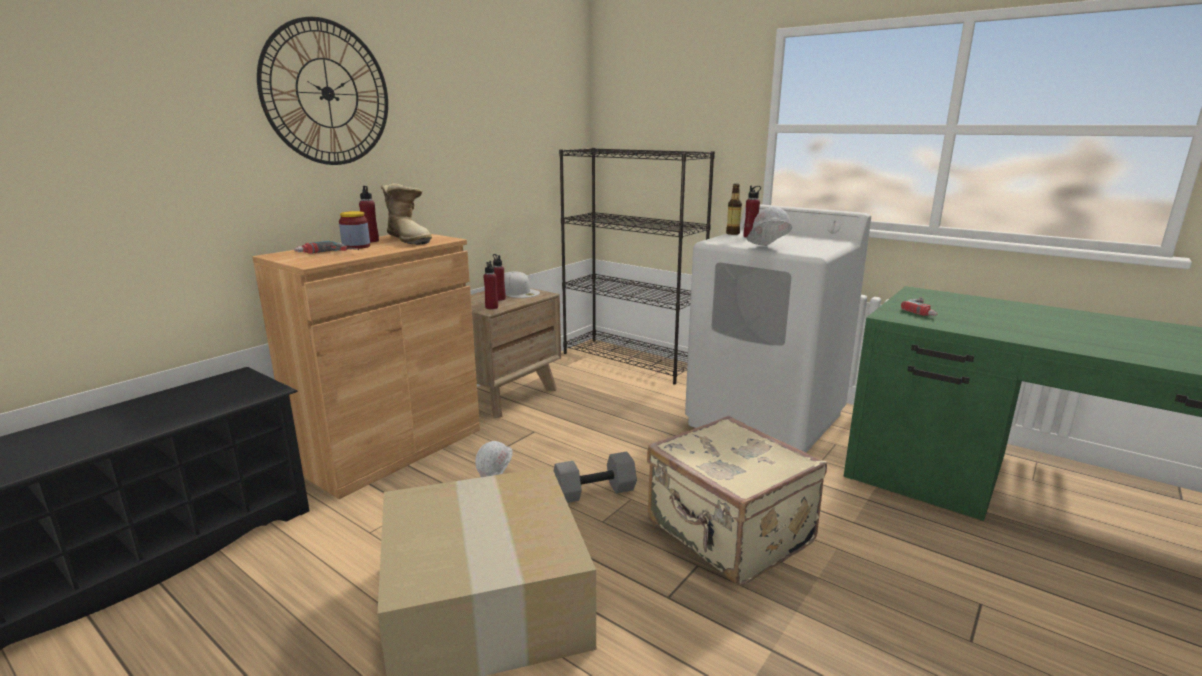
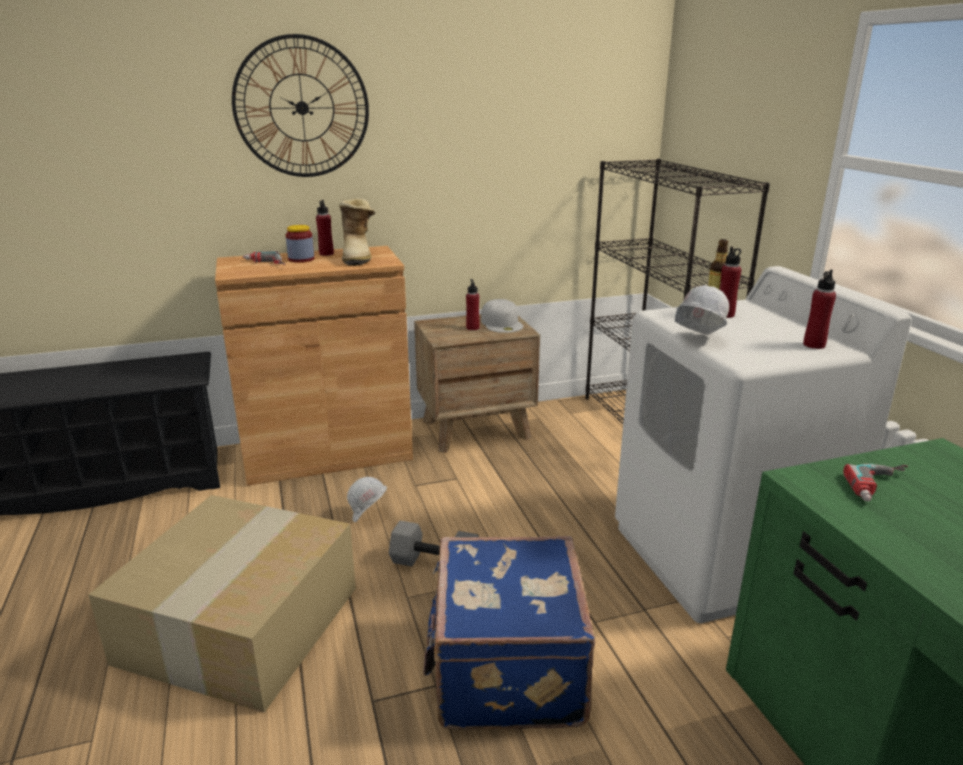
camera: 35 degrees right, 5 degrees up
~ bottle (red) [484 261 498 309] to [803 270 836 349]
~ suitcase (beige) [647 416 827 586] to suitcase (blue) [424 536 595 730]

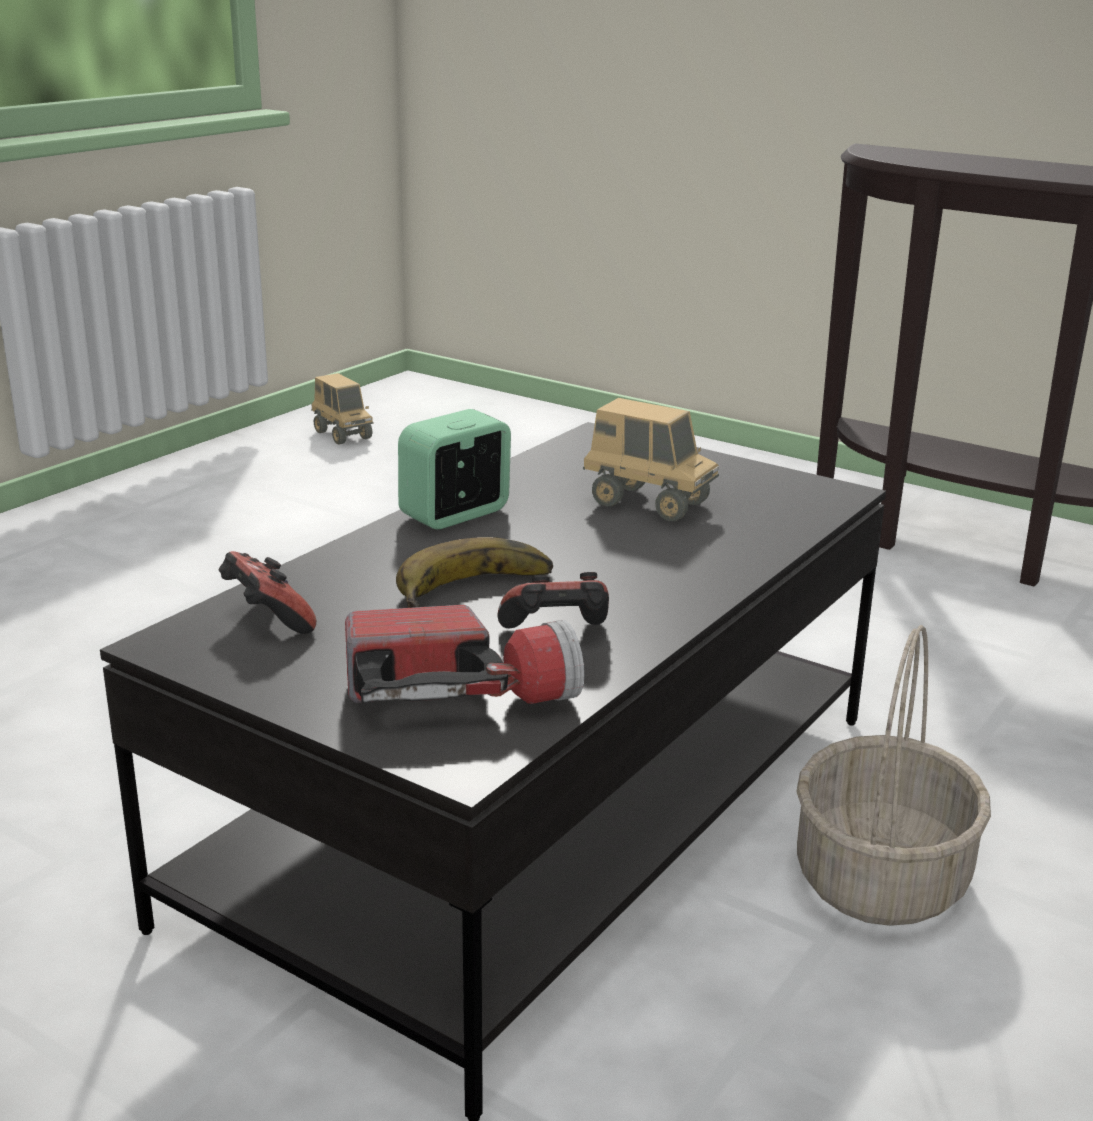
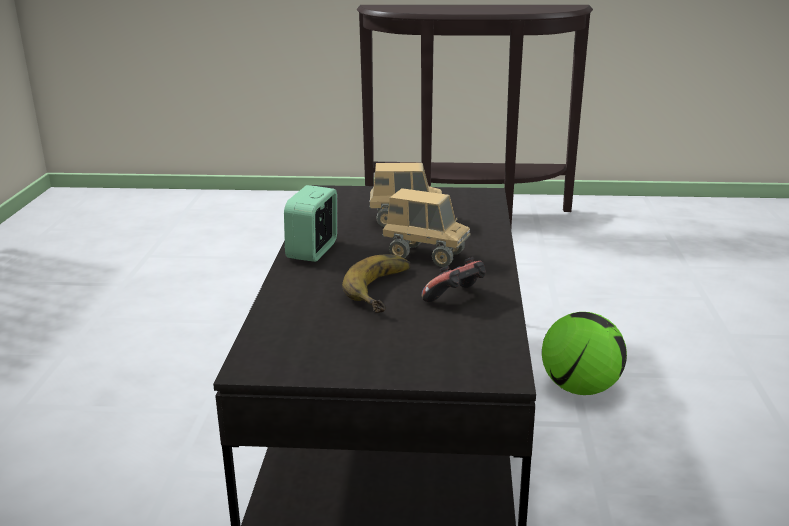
camera: 30 degrees left, 0 degrees up
~ toy truck [311 373 373 444] to [382 188 470 267]
- game controller [219 551 316 634]
- flashlight [345 605 584 704]
~ basket [796 625 991 926] to football [542 312 627 395]

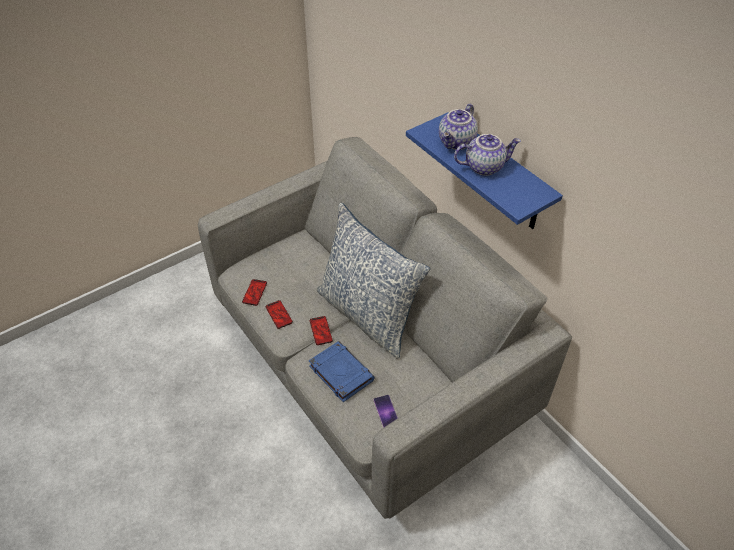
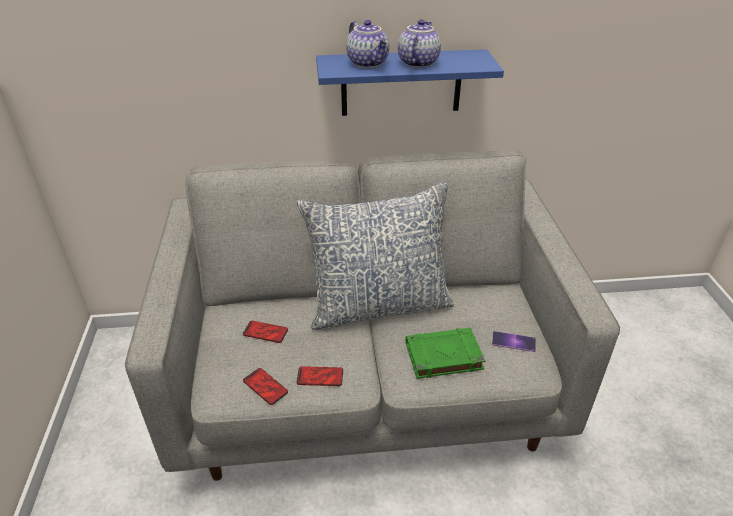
camera: 60 degrees left, 10 degrees down
~ phone [310 316 333 345] to [243 321 288 343]
~ book (blue) [309 341 375 402] to book (green) [406 328 485 379]

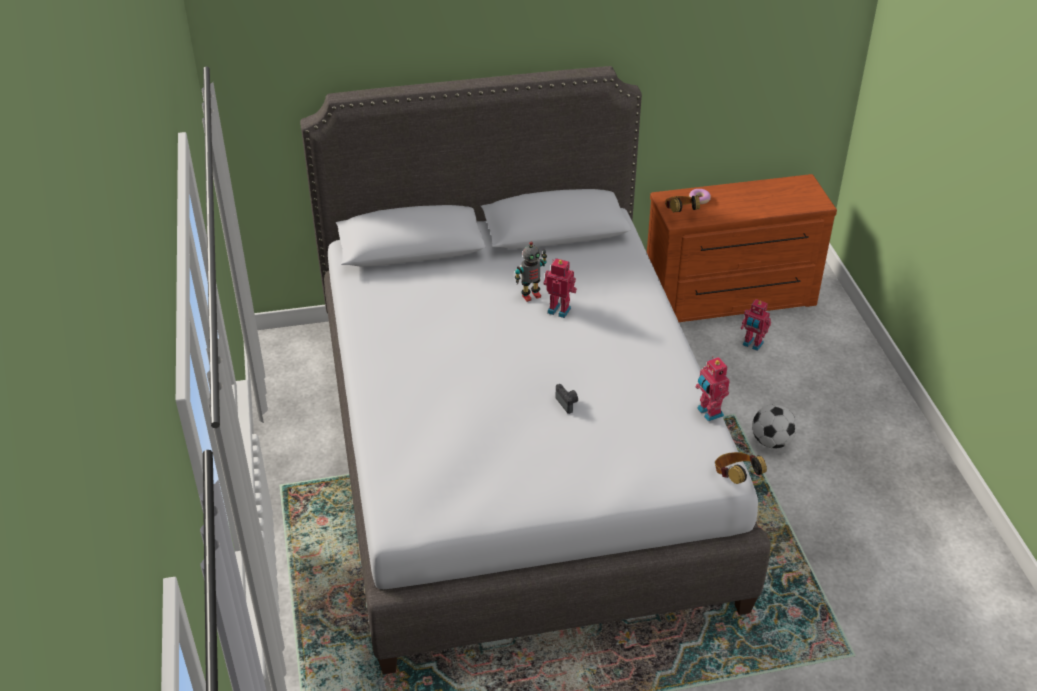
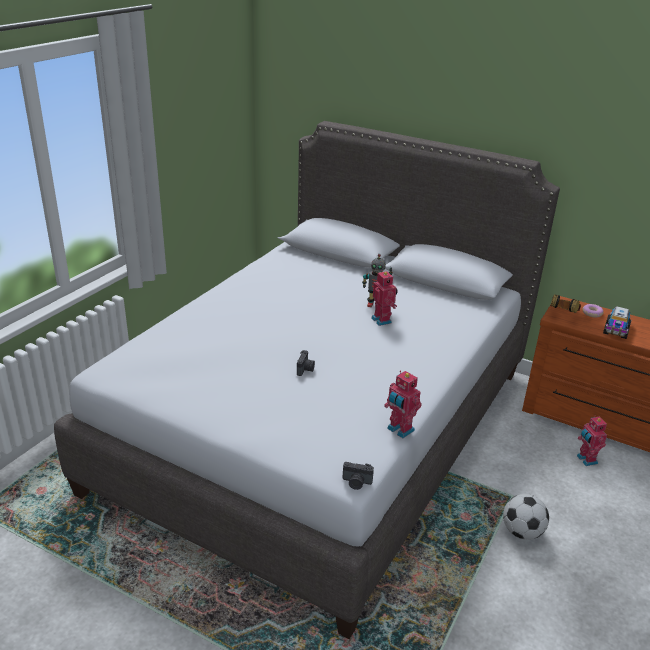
camera: 40 degrees right, 10 degrees down
~ toy robot [695 356 730 421] = [384 370 422 438] 60 degrees counterclockwise
~ headphones [715 452 767 484] to photo camera [342 462 374 490]
+ toy truck [603 306 631 339]

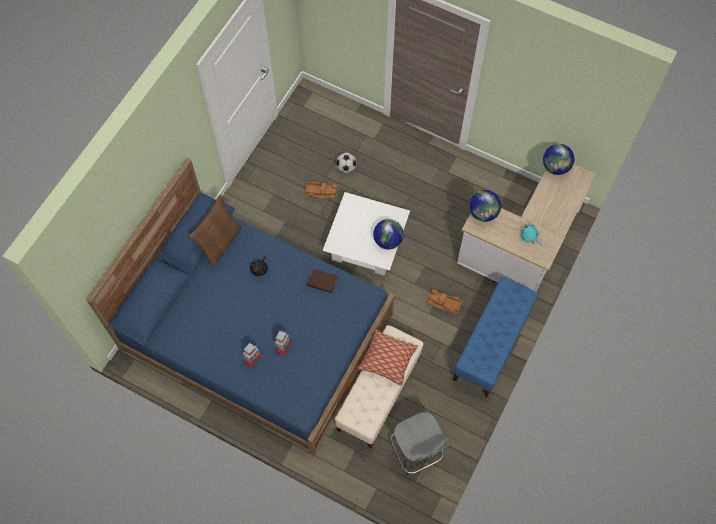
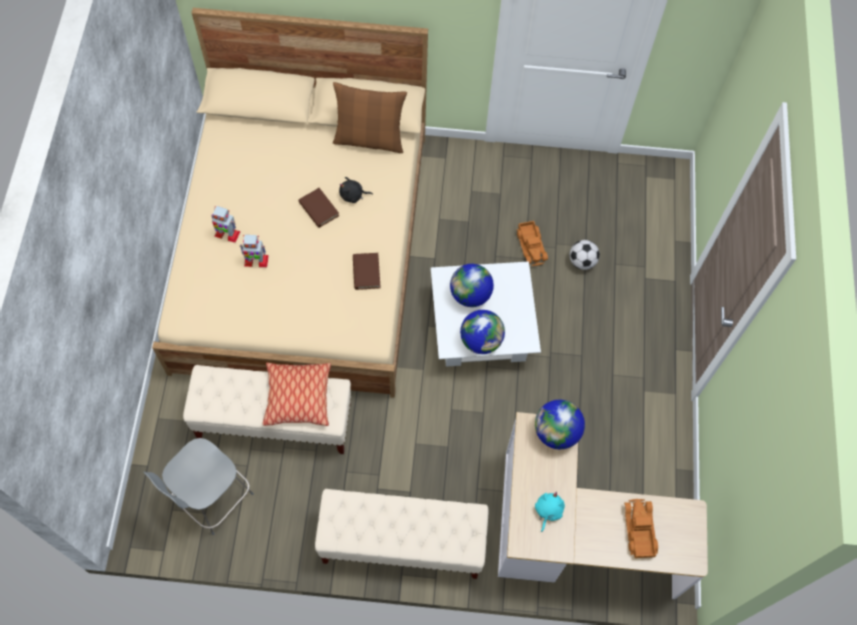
camera: 65 degrees right, 0 degrees up
~ globe [543 144 574 175] to [450 264 494 307]
~ bed (blue) [86 159 395 455] to bed (beige) [152 8 428 398]
~ bench (blue) [453 277 538 397] to bench (beige) [315 489 489 579]
~ toy truck [426 289 463 314] to [624 499 658 558]
+ book (brown) [298 188 339 228]

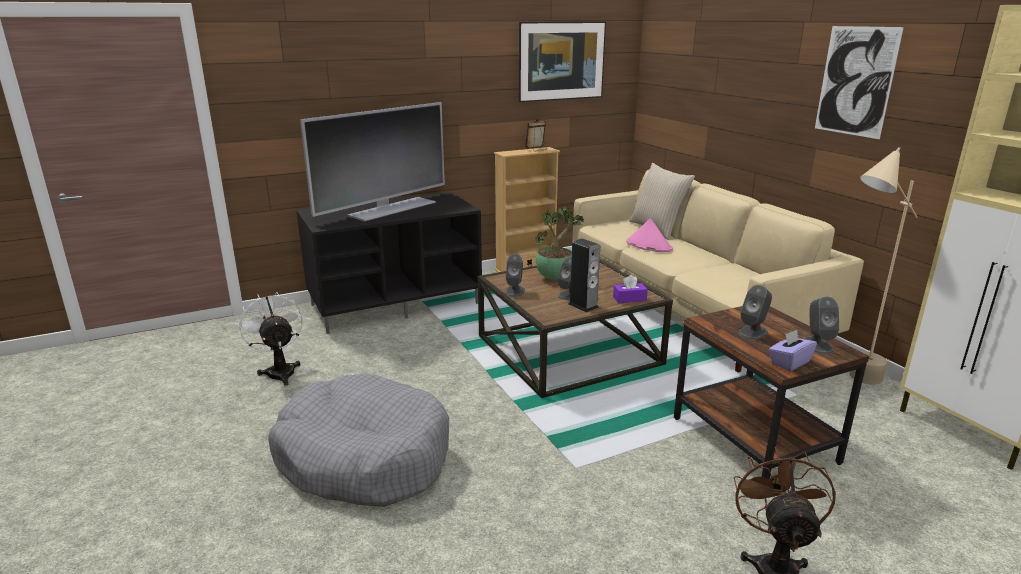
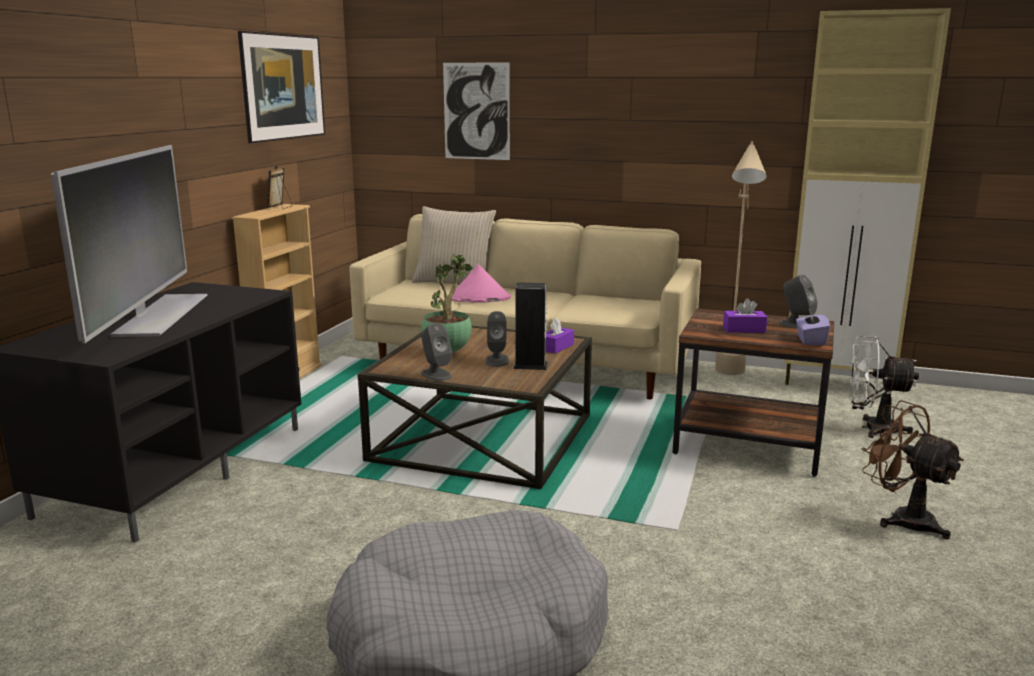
camera: 45 degrees left, 5 degrees down
~ picture [815 26 904 139] to [443 62 510 160]
~ speaker (grey) [738 285 772 340] to tissue box (purple) [723 298 767 333]
~ fan (white) [238 292 303 386] to [849 336 919 438]

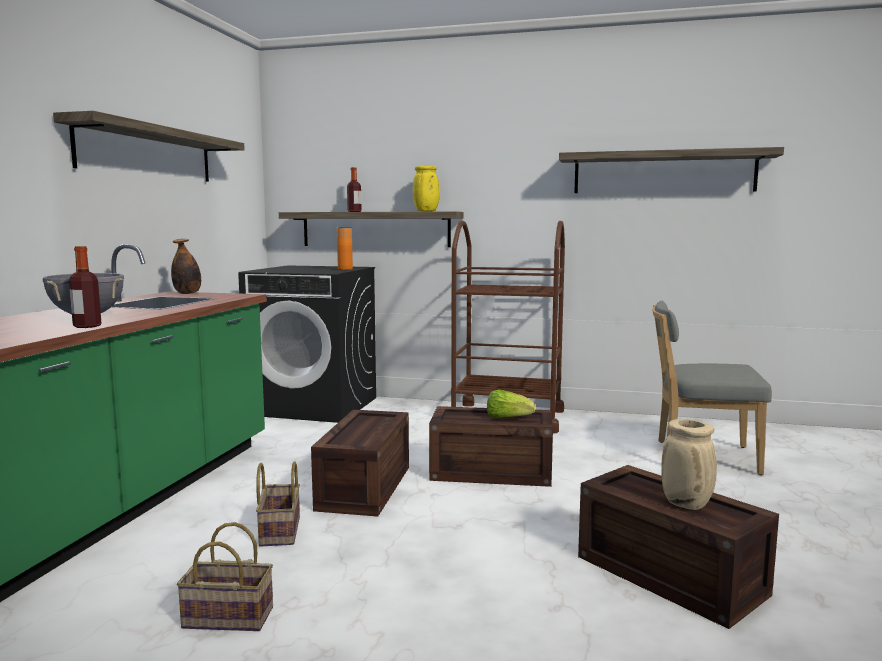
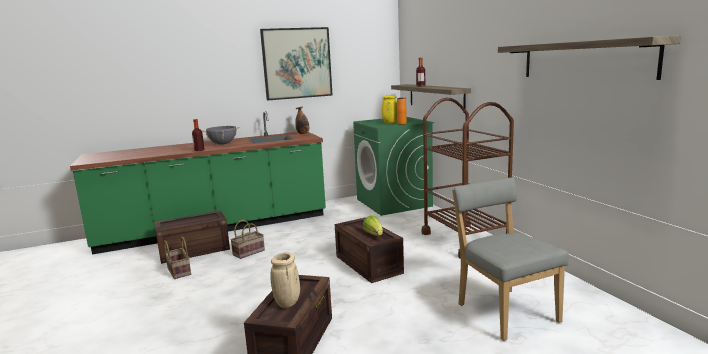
camera: 55 degrees right, 5 degrees up
~ shelf [53 111 245 182] to picture [260 27 333 101]
~ vase (yellow) [413 166 439 212] to [382 96 397 123]
~ washing machine (black) [238 265 376 423] to washing machine (green) [353 117 434 216]
~ crate [311 410 409 517] to [154 210 230 264]

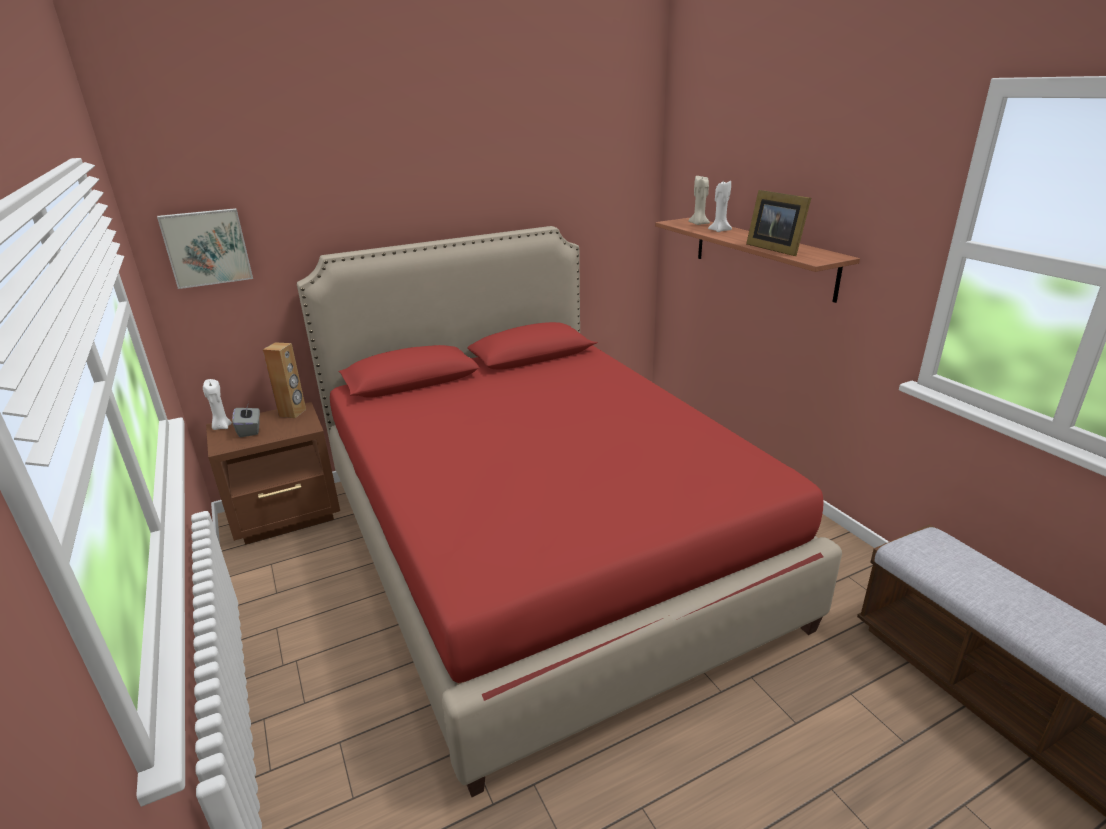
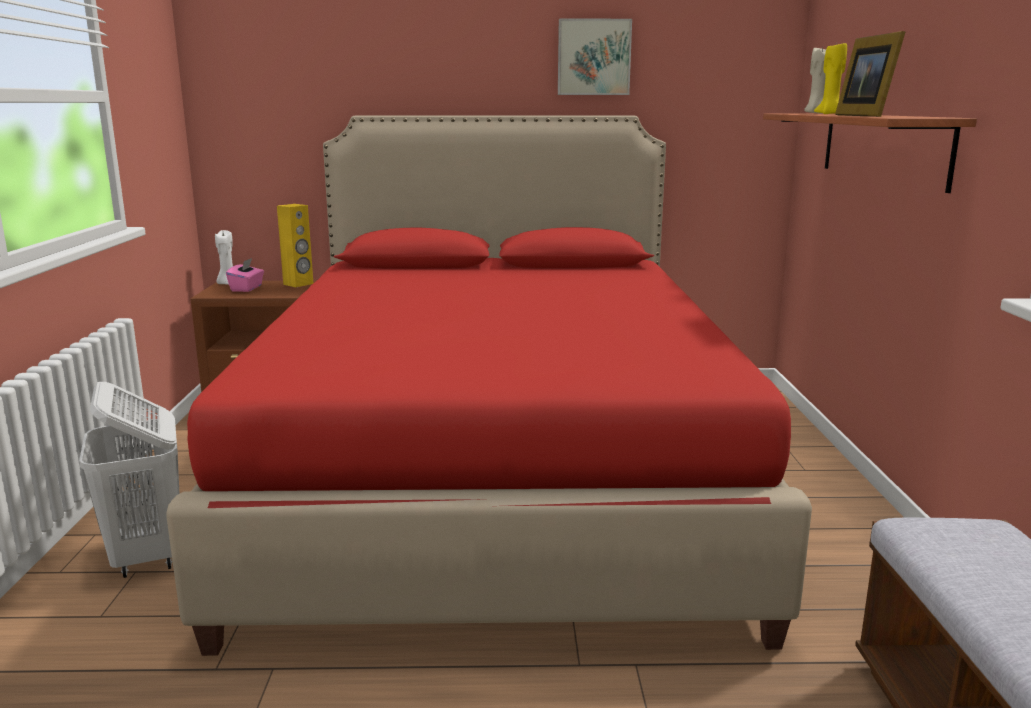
camera: 25 degrees right, 10 degrees down
~ candle (white) [708 181 732 232] to candle (yellow) [814 43 847 114]
~ picture [157 208 253 289] to [558 19 632 95]
~ speaker (brown) [263 342 306 418] to speaker (yellow) [277 204 313 287]
~ tissue box (grey) [232 402 260 438] to tissue box (pink) [226 258 264 292]
+ laundry basket (white) [79 382 180 578]

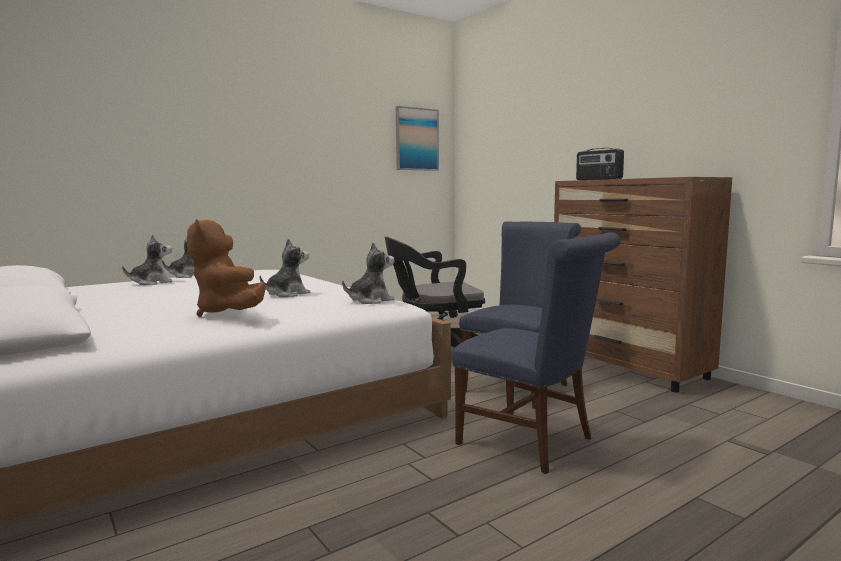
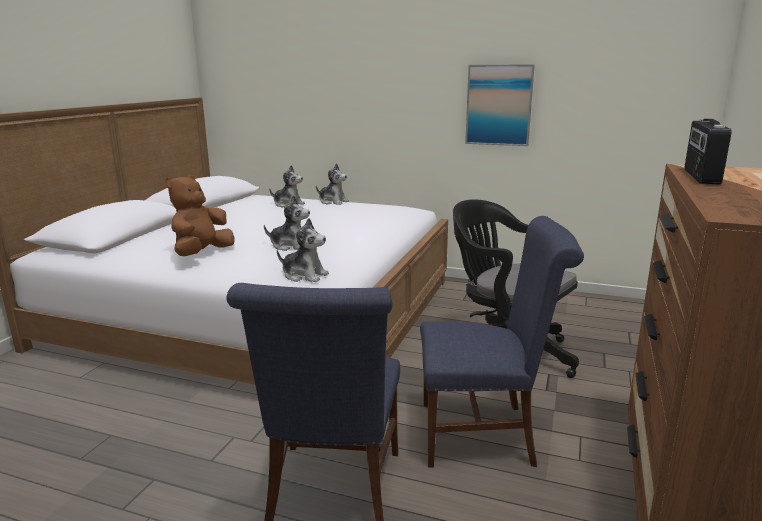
camera: 55 degrees right, 10 degrees up
~ picture [396 106 439 171] to [465 64 535 146]

